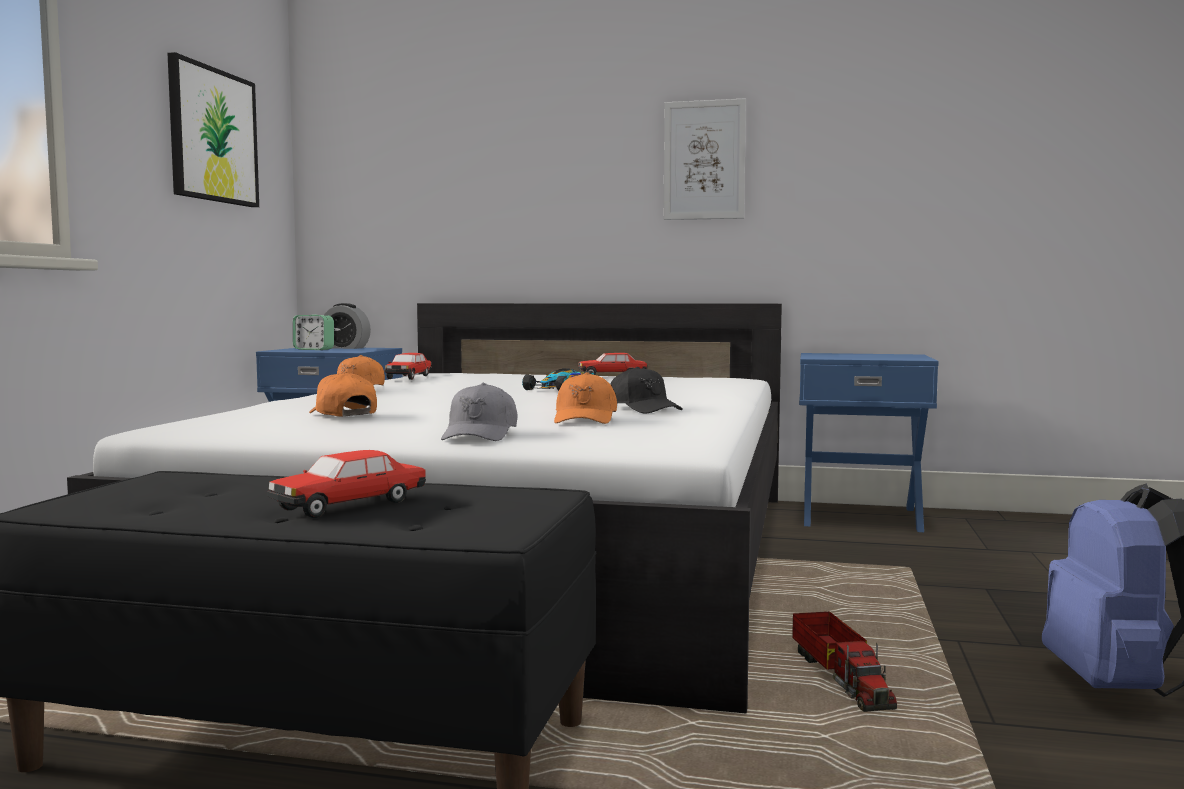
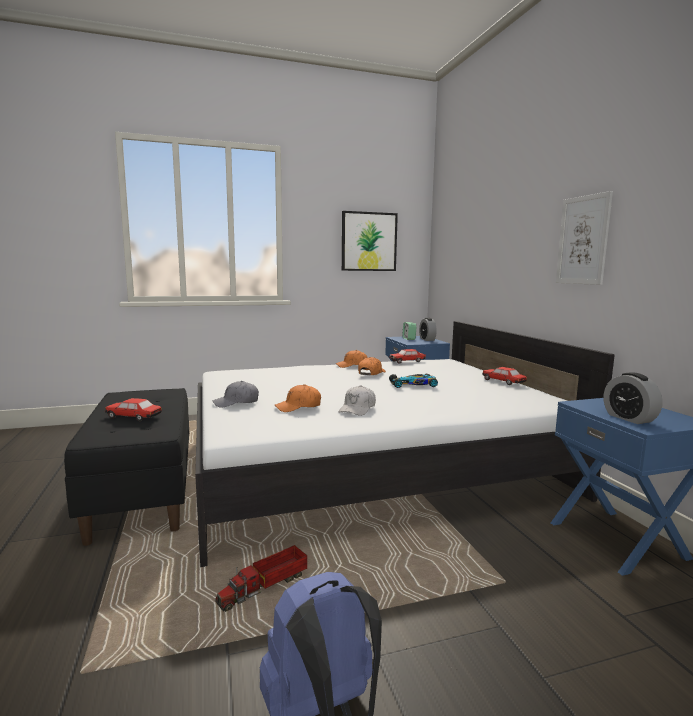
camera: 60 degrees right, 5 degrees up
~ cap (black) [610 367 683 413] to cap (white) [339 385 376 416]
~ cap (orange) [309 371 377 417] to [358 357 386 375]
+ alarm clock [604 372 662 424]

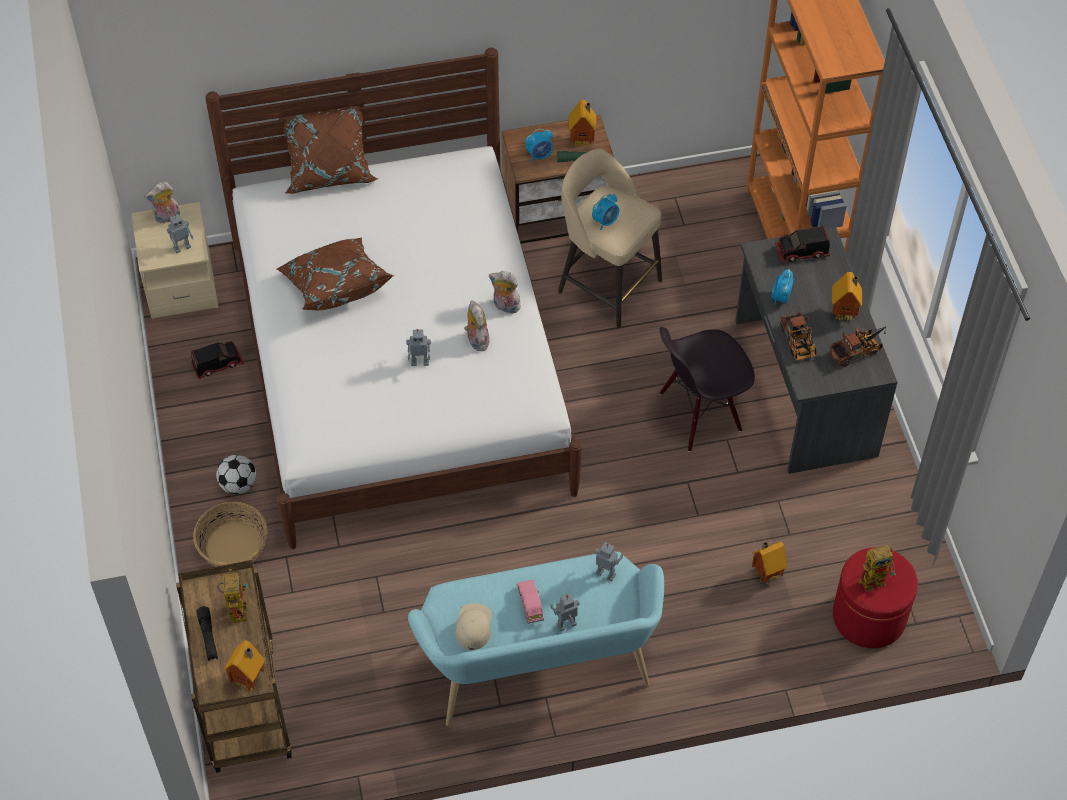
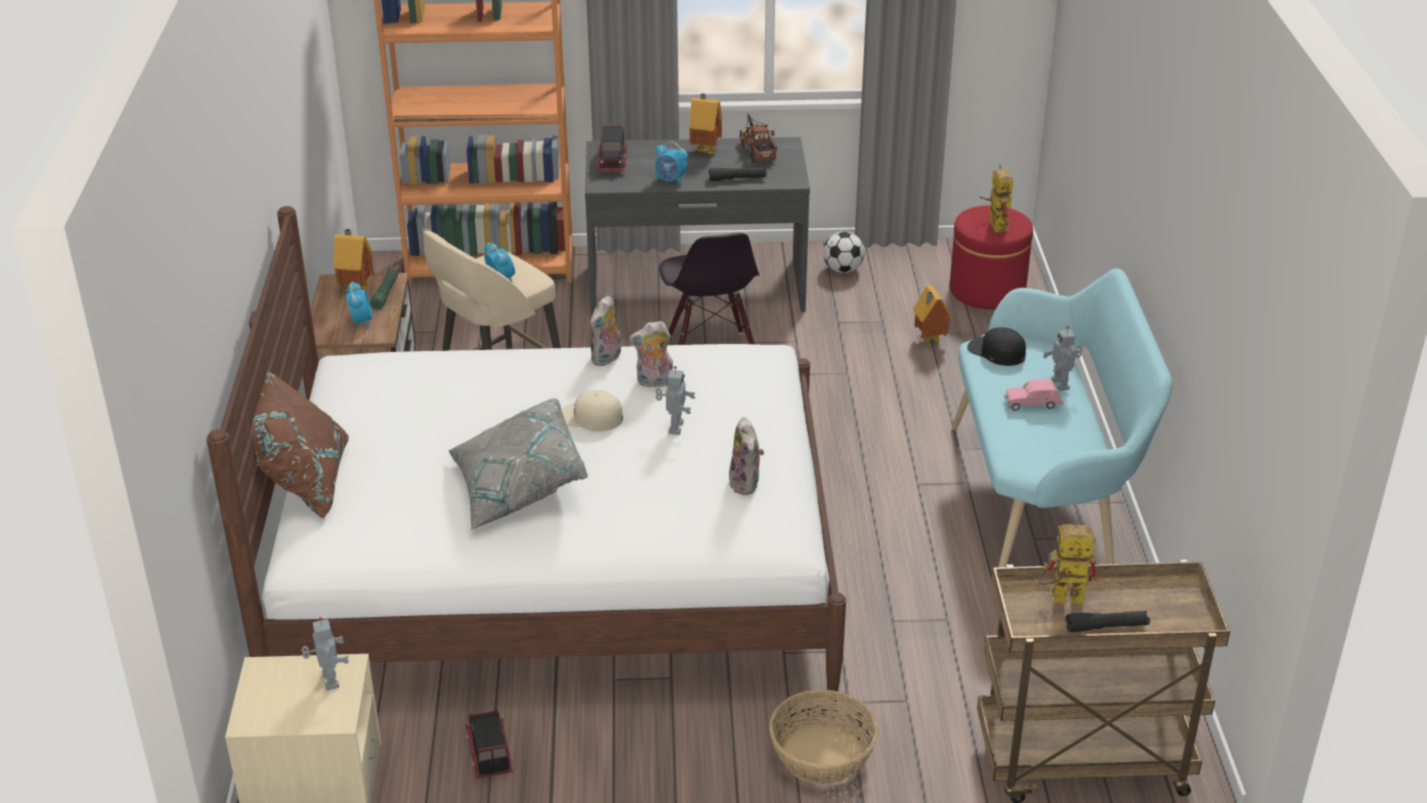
camera: 80 degrees left, 20 degrees down
~ plush toy [144 182 180 224] to [727 417 764 495]
~ pillow (brown) [277 237 394 310] to pillow (grey) [448 398 588 530]
~ toy truck [780 311 816 361] to flashlight (black) [709 167 767 181]
~ football [216 455 256 494] to [823 231 865 273]
~ toy robot [595 542 623 581] to cap (black) [967 327 1026 366]
~ cap (beige) [455 603 491 650] to [561 390 623 431]
- toy house [223 640 265 690]

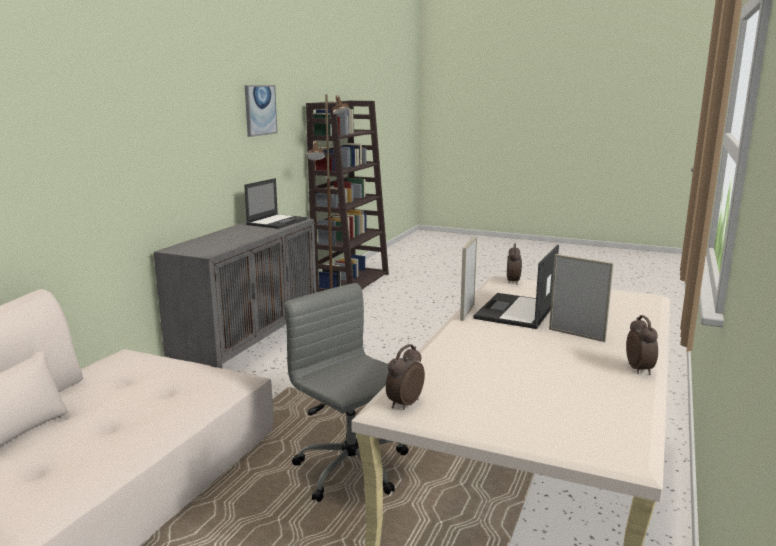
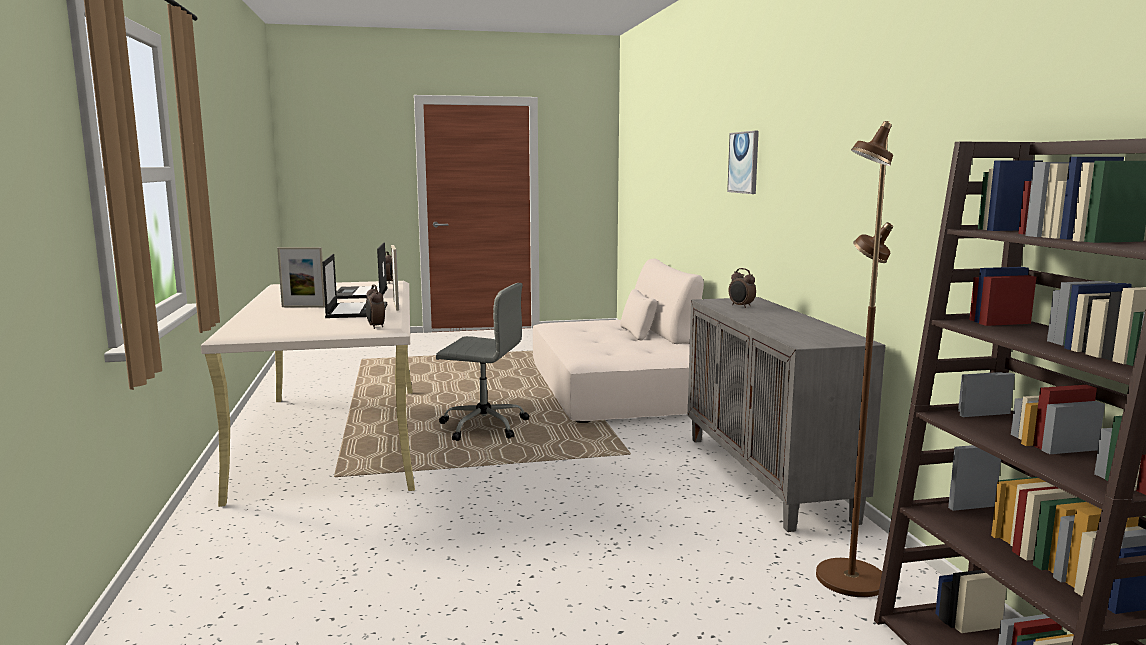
camera: 145 degrees right, 5 degrees down
~ picture [245 85 277 137] to [727 131 759 194]
~ laptop [244 178 307 229] to [337 243 387 299]
~ alarm clock [626 315 658 375] to [729 268 756 308]

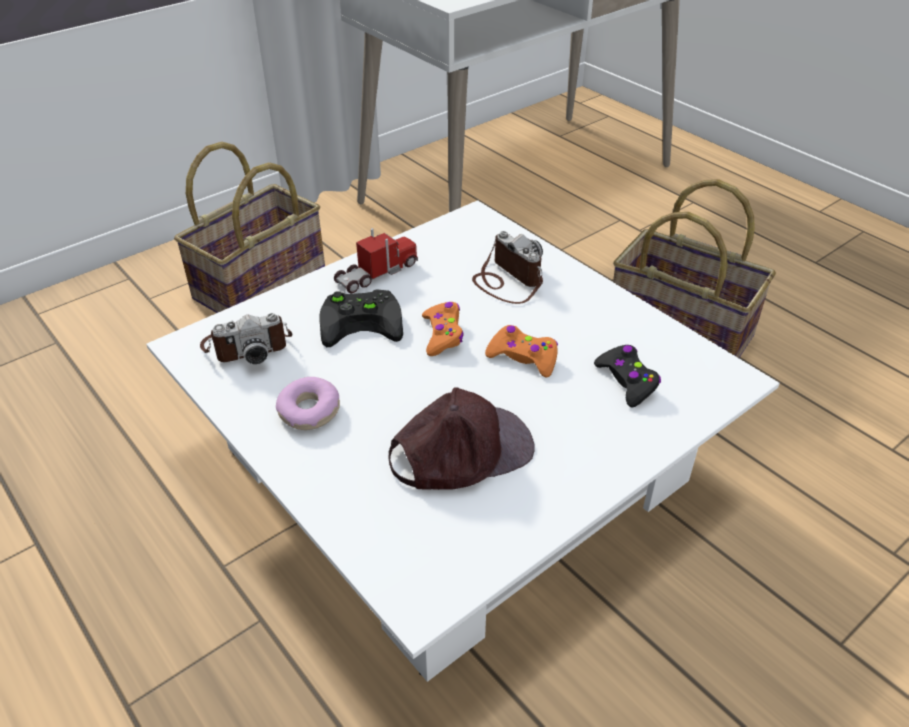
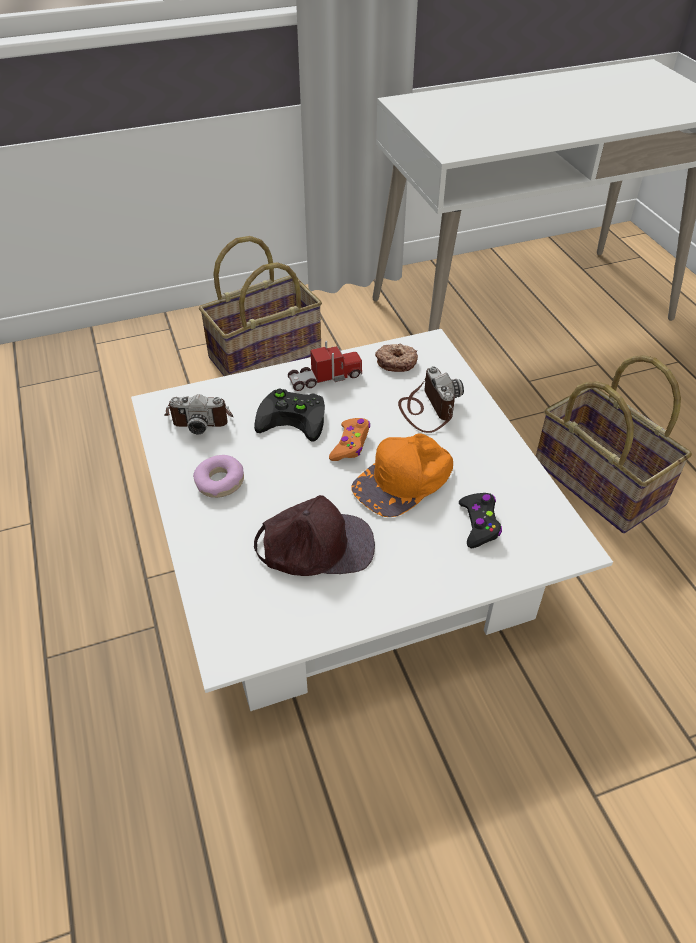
camera: 20 degrees right, 5 degrees up
~ game controller (orange) [485 325 558 378] to cap (orange) [352 433 453 517]
+ donut [375 343 418 372]

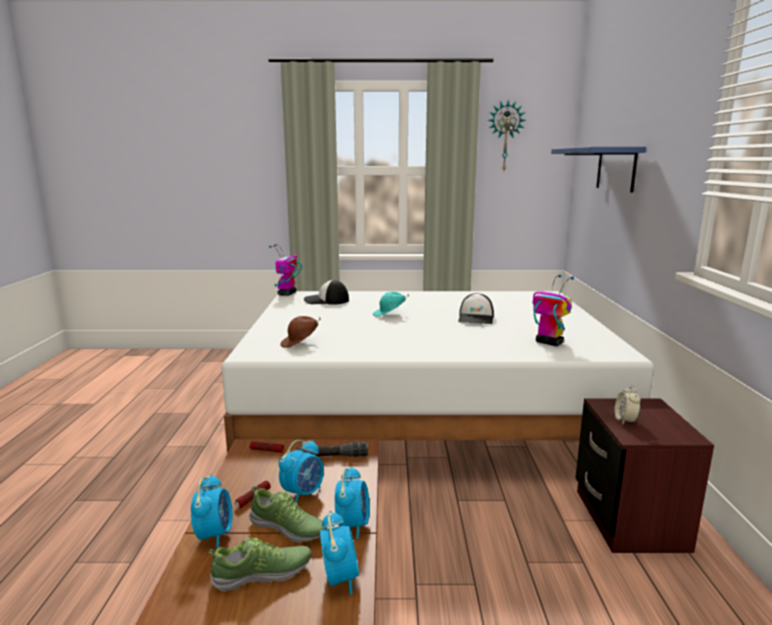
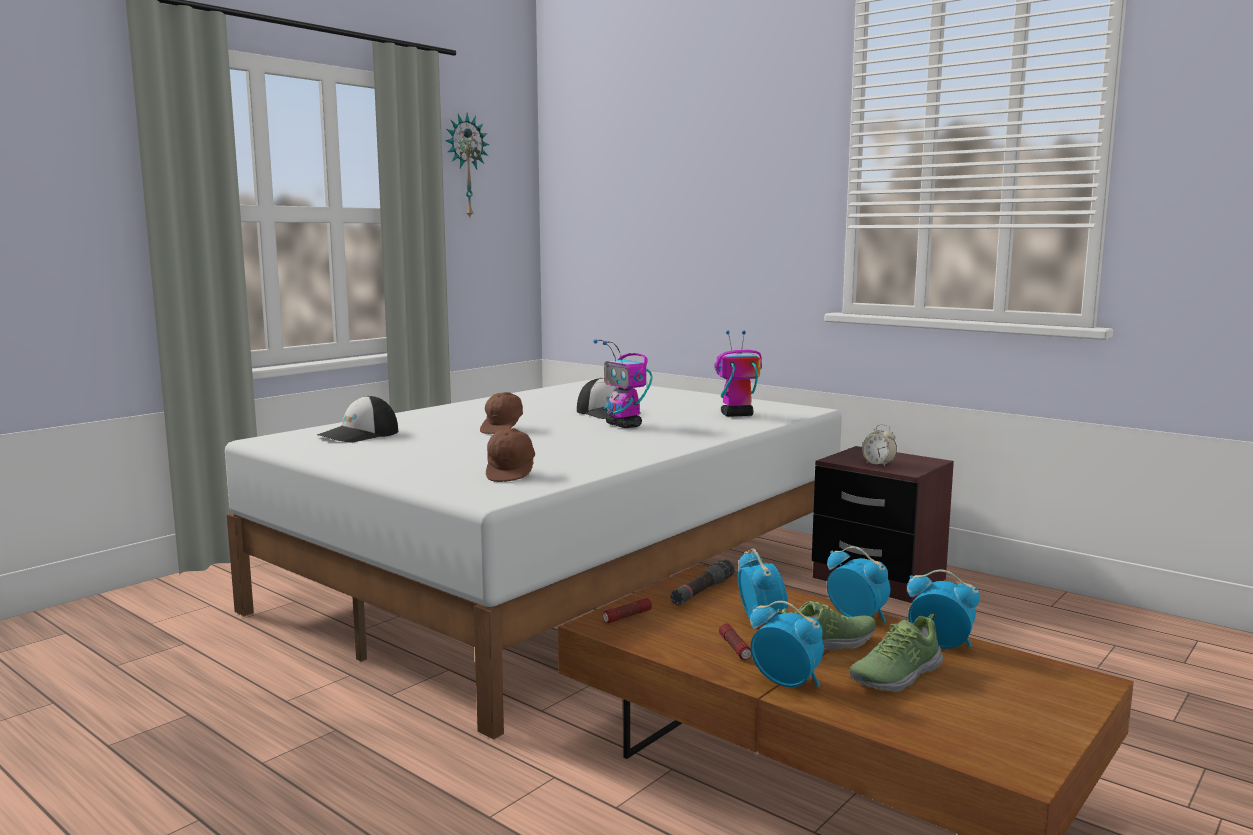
camera: 50 degrees left, 5 degrees down
- shelf (blue) [551 147 646 193]
~ toy robot [269 244 302 296] to [593 339 653 428]
~ cap (turquoise) [373 292 409 316] to cap (brown) [480 392 523 434]
~ shoe [208 538 312 592] = [849 614 943 692] 150 degrees counterclockwise

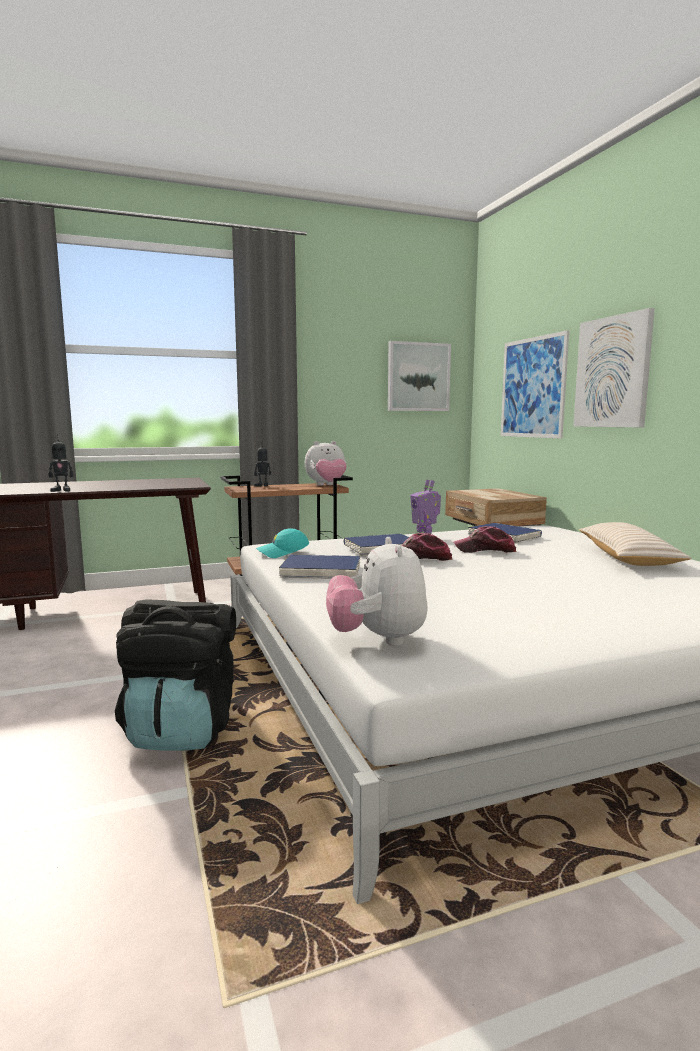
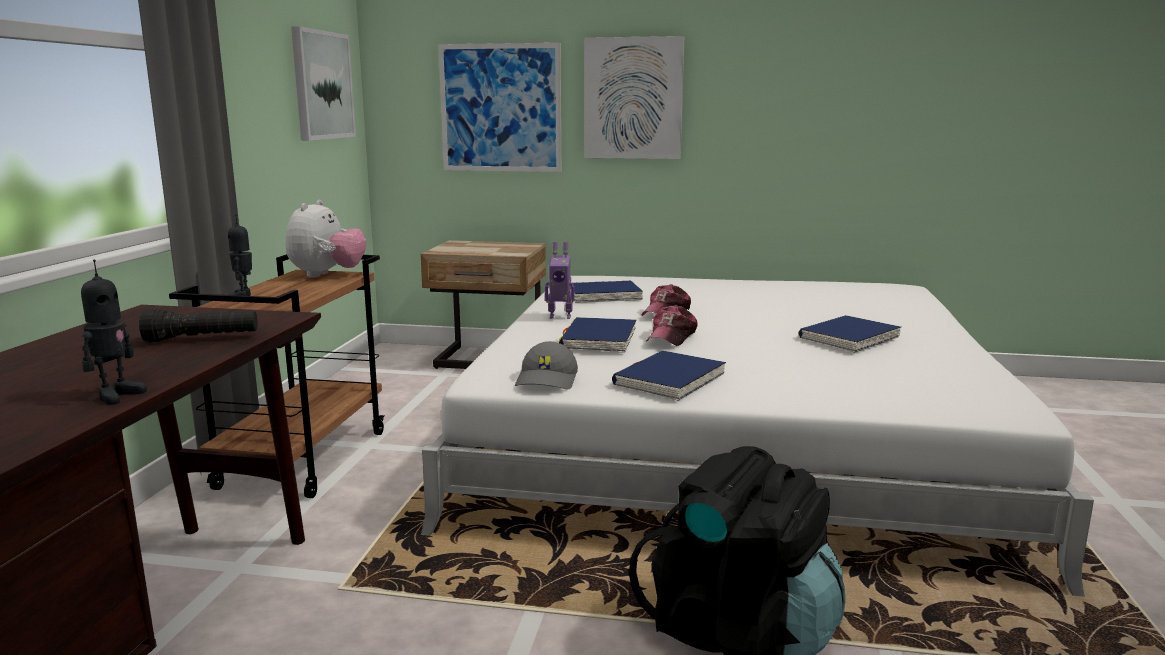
camera: 60 degrees left, 5 degrees up
- pillow (beige) [579 522 691 566]
~ cap (turquoise) [256 529 309 558] to cap (grey) [515 341 578 389]
- plush toy [326 537 428 646]
+ flashlight (black) [139 308 258 343]
+ book (blue) [799 315 901 353]

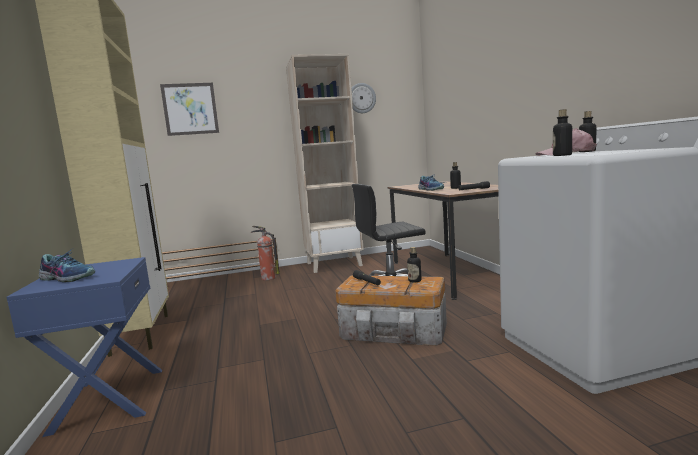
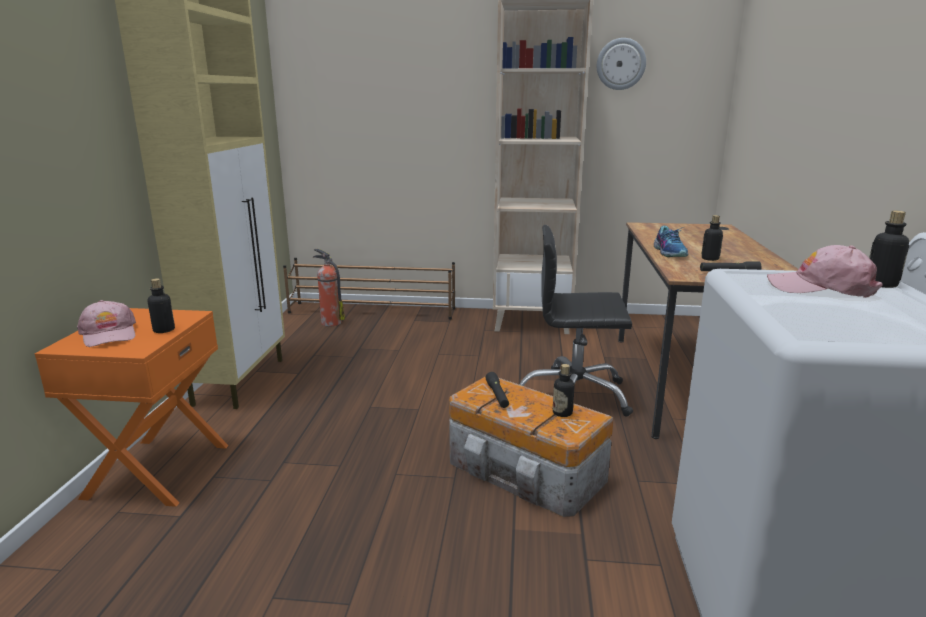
camera: 20 degrees right, 10 degrees up
- picture [160 83 219 136]
~ bottle [553 109 572 156] to [147 278 175 333]
~ fire extinguisher [251 226 280 280] to [313 249 345 326]
~ shoe [39 248 95 282] to cap (pink) [77 300 136 347]
~ nightstand (blue) [7 257 162 437] to nightstand (orange) [35 308 228 507]

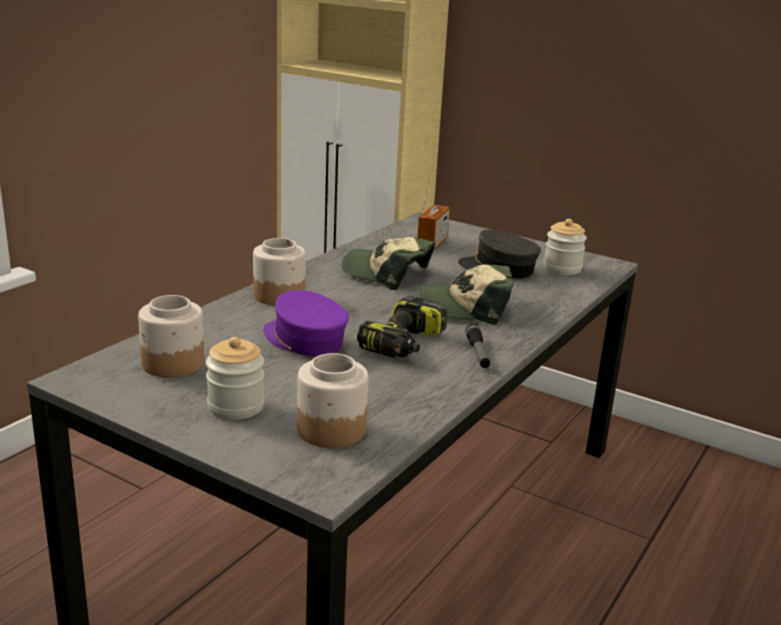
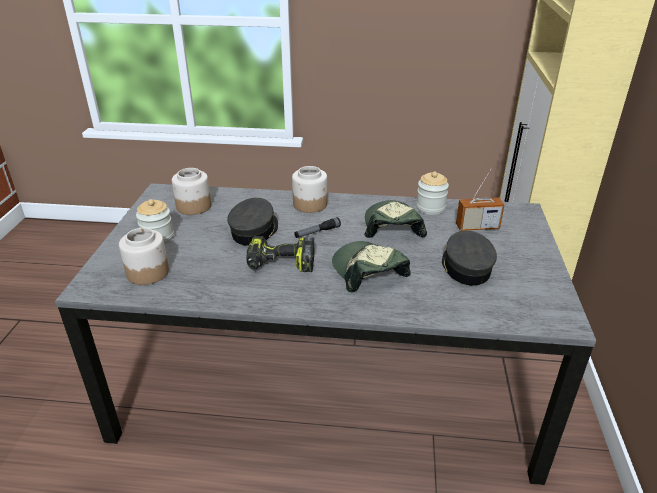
camera: 65 degrees right, 10 degrees up
~ jar [544 219 587 275] to [416 171 449 215]
~ cap (purple) [263 290 349 357] to cap (grey) [227 198 278 246]
~ flashlight [465 324 490 368] to [294 217 341 238]

